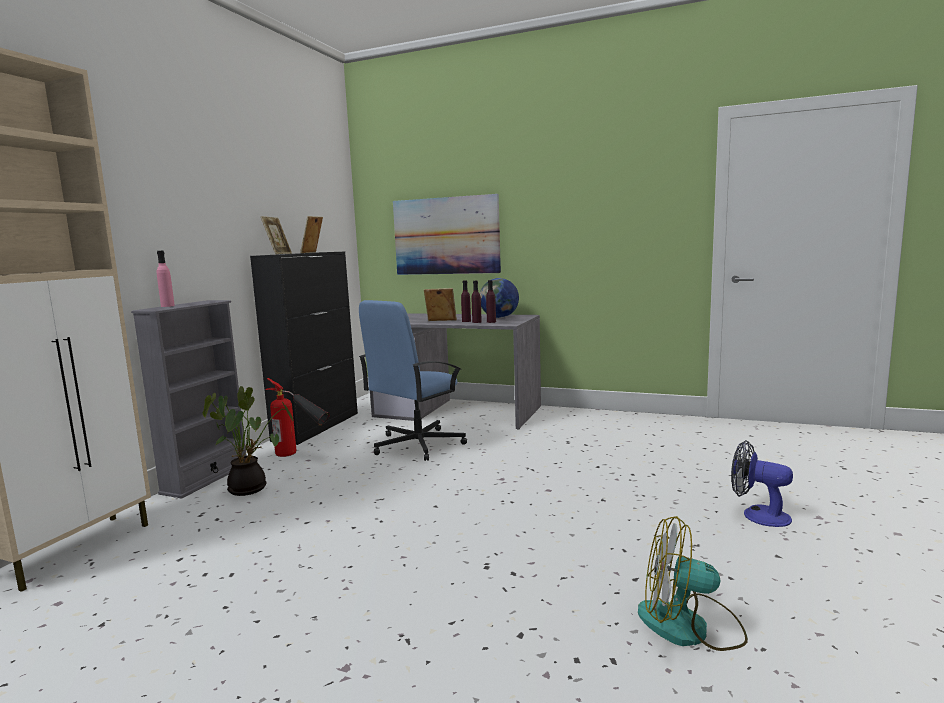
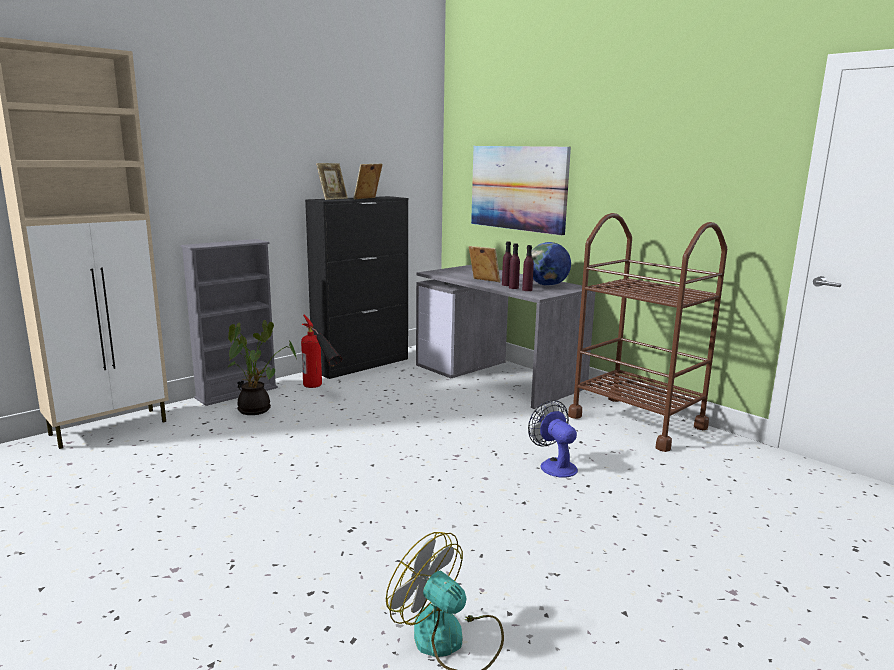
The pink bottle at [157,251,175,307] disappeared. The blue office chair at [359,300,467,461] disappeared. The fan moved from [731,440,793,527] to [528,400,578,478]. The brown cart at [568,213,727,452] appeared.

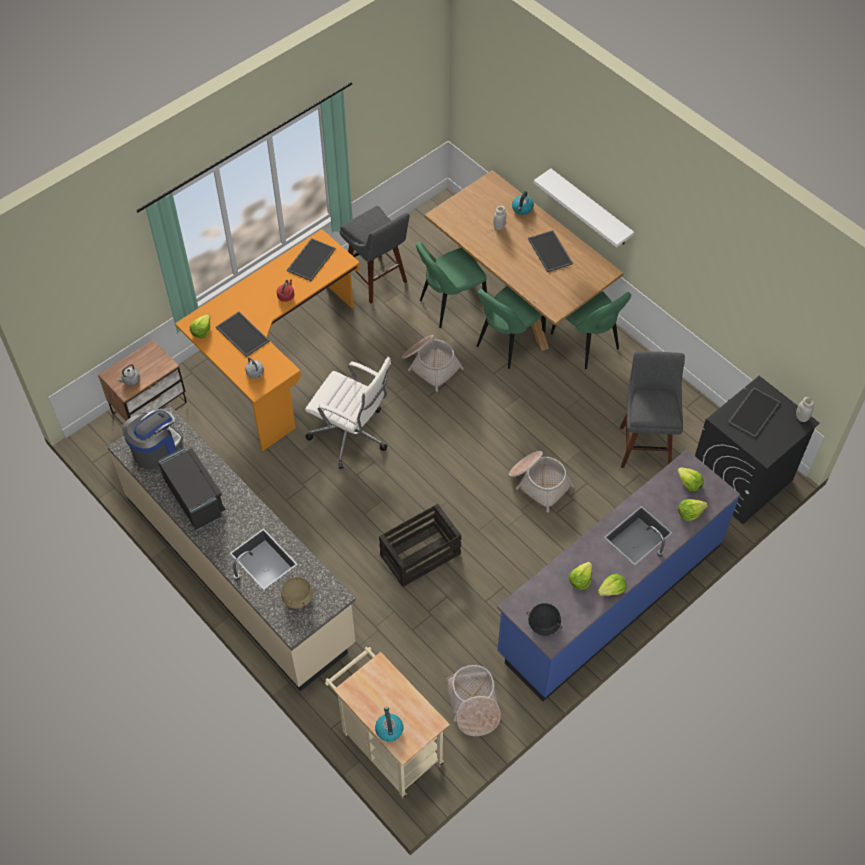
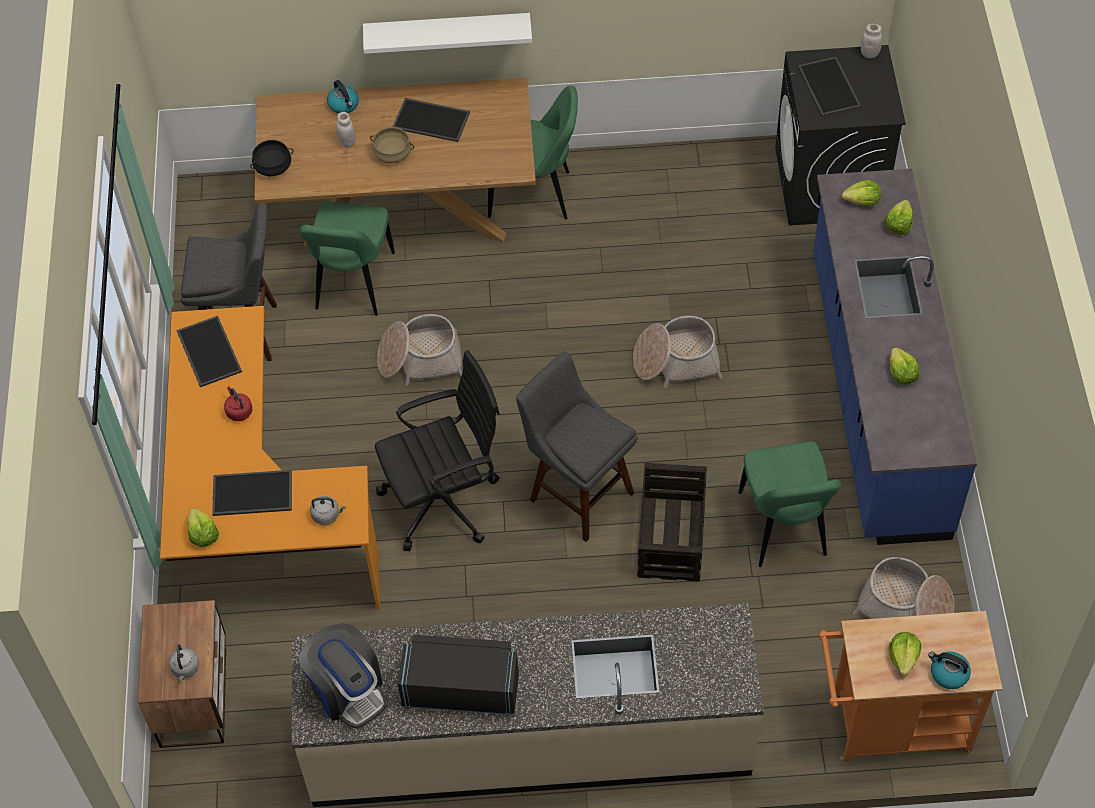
The green chair moved from [476,286,546,369] to [739,441,841,567]. The grey stool moved from [620,351,685,468] to [516,352,638,542]. The white office chair at [305,357,391,469] became the black office chair at [375,350,500,551]. The coffee machine at [122,409,183,469] turned 150 degrees clockwise. The lettuce moved from [597,574,626,596] to [889,632,921,676]. The beige cooking pot moved from [281,575,313,609] to [370,127,414,163]. The black cooking pot moved from [526,603,562,636] to [250,140,293,176]. The beige cart at [325,647,450,798] became the orange cart at [819,611,1003,762].

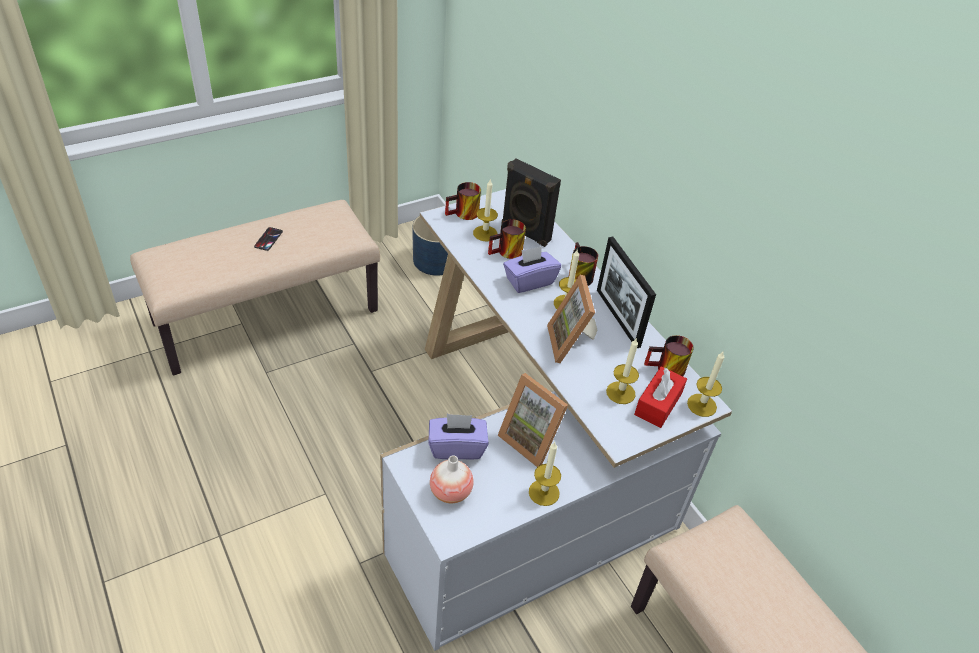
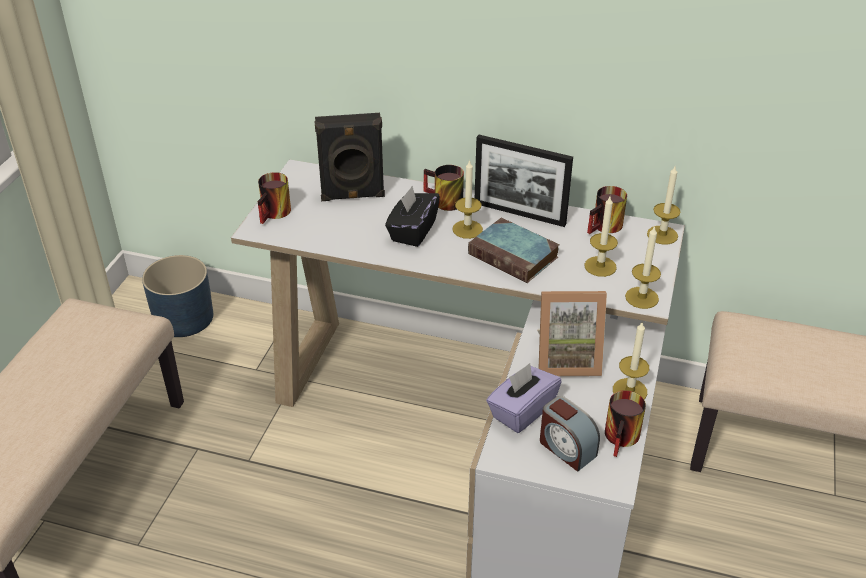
The candle moved from [473,178,498,242] to [625,225,661,309]. The mug moved from [488,219,526,259] to [605,390,646,457]. The phone at [254,227,283,251] disappeared. The purple tissue box at [503,246,561,293] became the black tissue box at [385,186,440,247]. The picture frame at [547,275,597,363] was replaced by the book at [468,218,560,283]. The red tissue box at [634,366,687,428] disappeared. The vase at [430,455,474,503] was replaced by the alarm clock at [540,396,600,472].

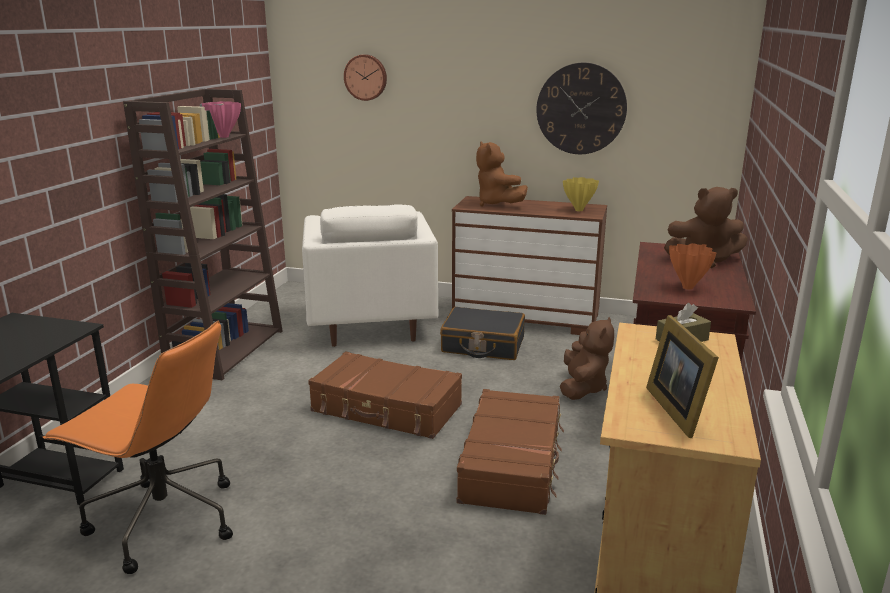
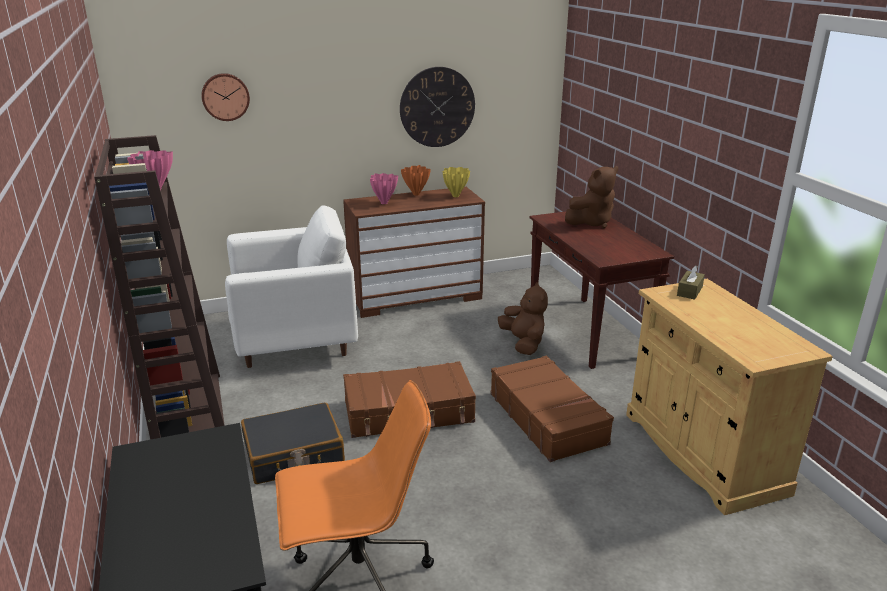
The brown plush toy at [476,142,528,206] was replaced by the pink vase at [370,173,398,204]. The white armchair at [302,204,438,347] turned 60 degrees counterclockwise. The orange vase moved from [669,243,716,290] to [401,165,431,196]. The black suitcase moved from [440,307,525,360] to [241,403,345,484]. The picture frame at [646,315,719,438] disappeared.

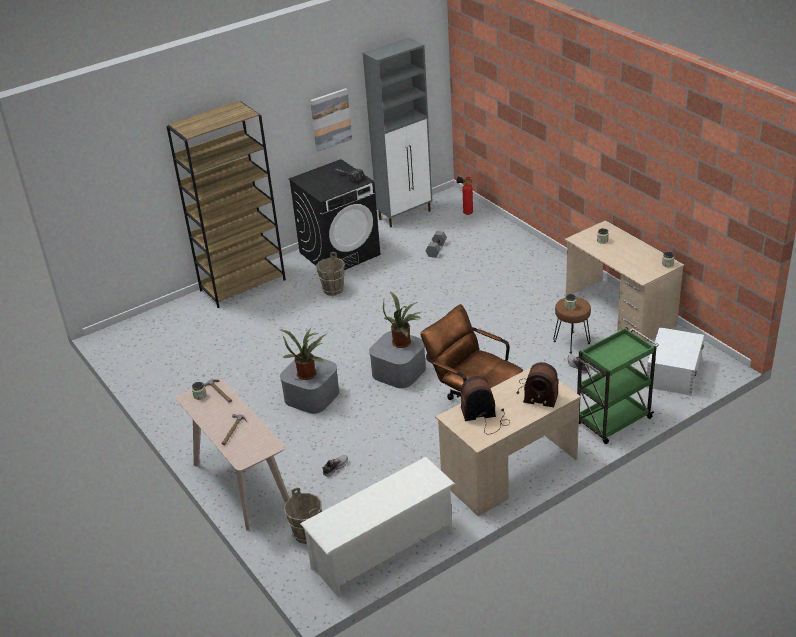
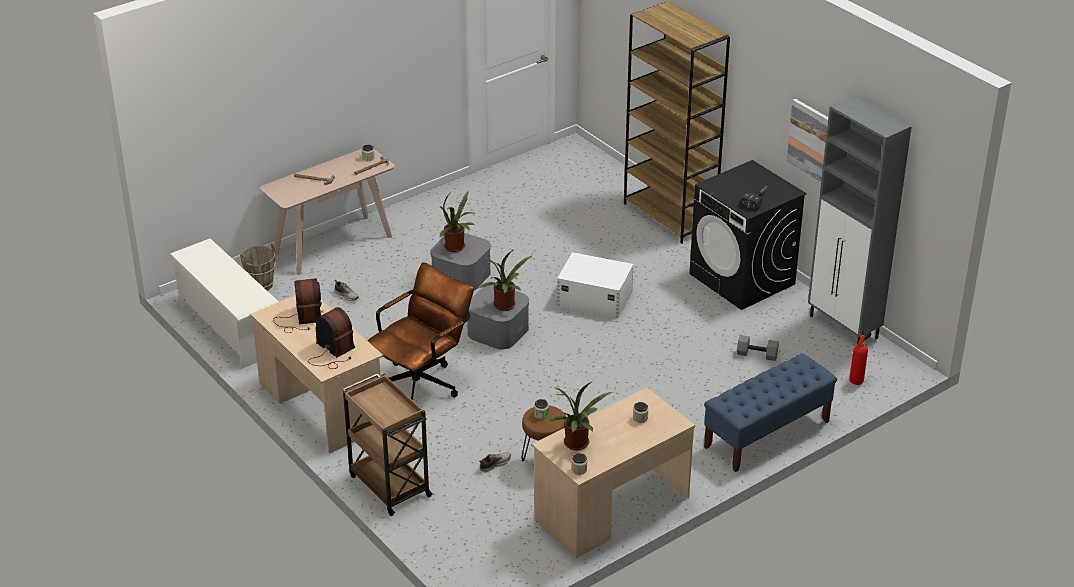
The brown bucket at [316,252,345,296] disappeared. The green cart at [576,327,659,444] became the brown cart at [342,373,433,516]. The white storage box moved from [647,327,704,396] to [557,252,633,319]. The radio at [516,362,558,407] turned 120 degrees clockwise. The blue bench at [704,353,837,472] appeared. The potted plant at [546,381,612,451] appeared.

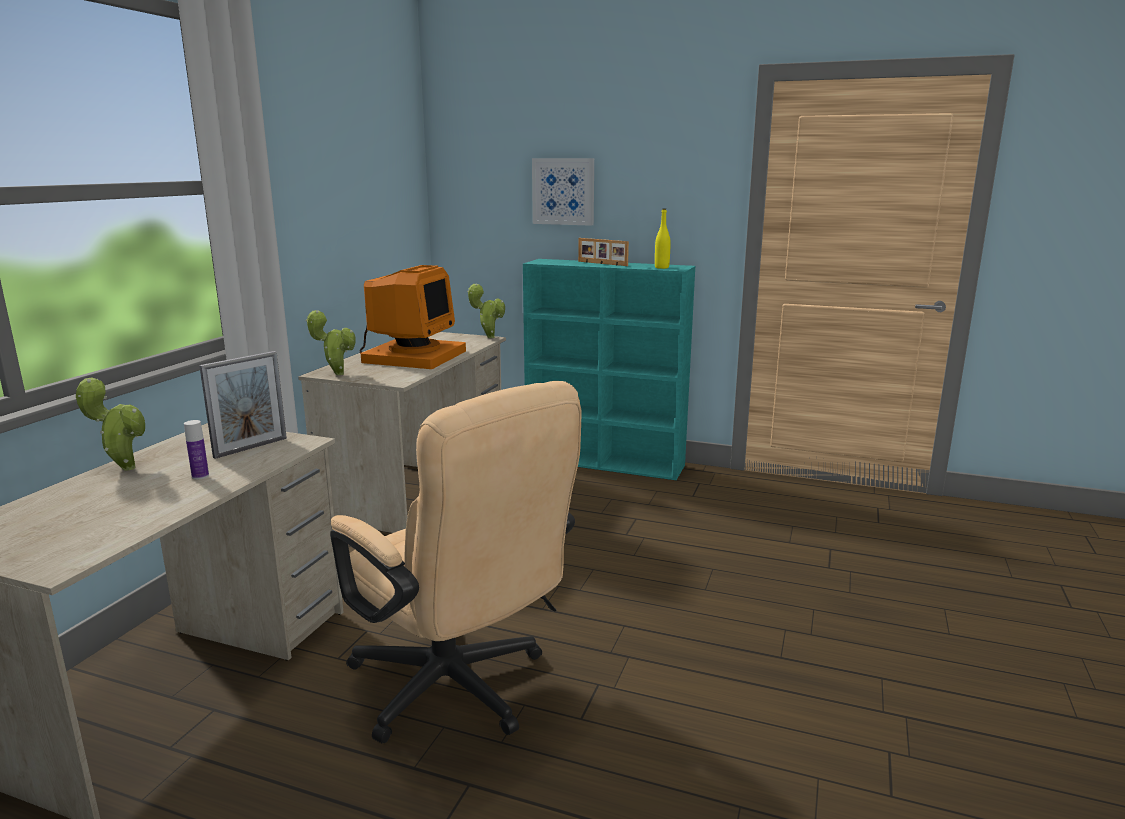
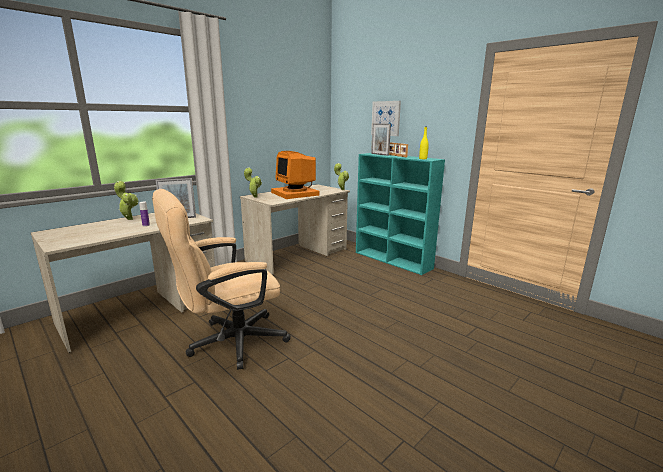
The monitor at [360,265,466,369] turned 105 degrees clockwise. The beige office chair at [330,381,582,743] turned 75 degrees clockwise. The picture frame at [371,123,391,156] appeared.

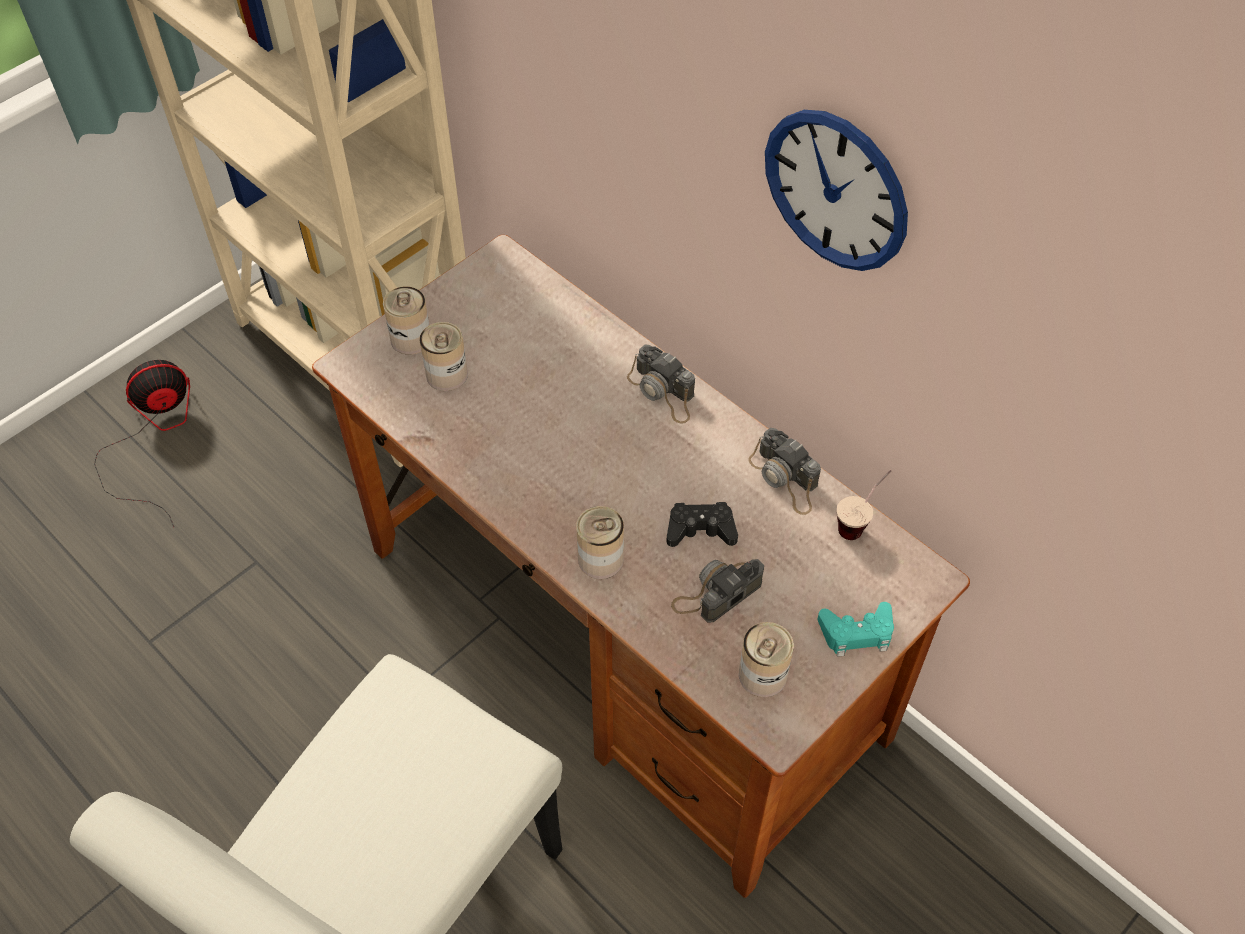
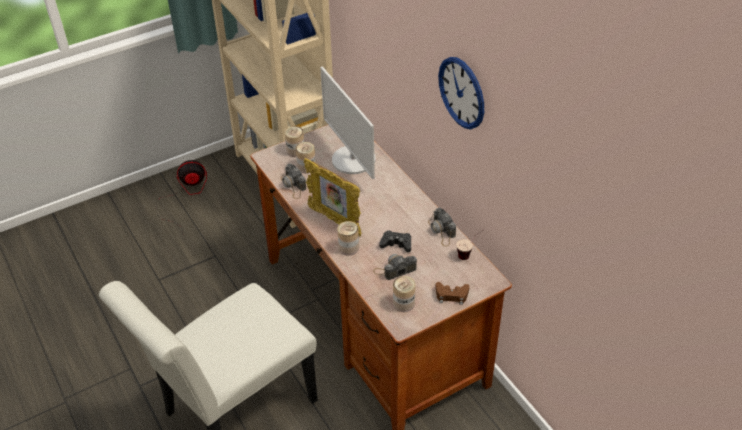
The photo camera moved from [627,345,695,424] to [280,164,306,199]. The turquoise game controller at [818,602,894,657] became the brown game controller at [436,282,470,305]. The monitor at [320,66,376,179] appeared. The picture frame at [304,158,362,237] appeared.

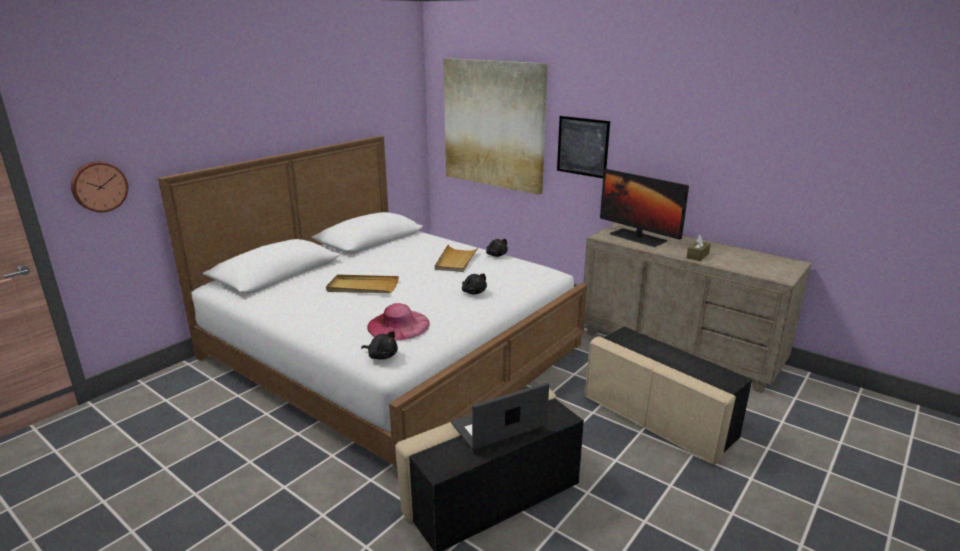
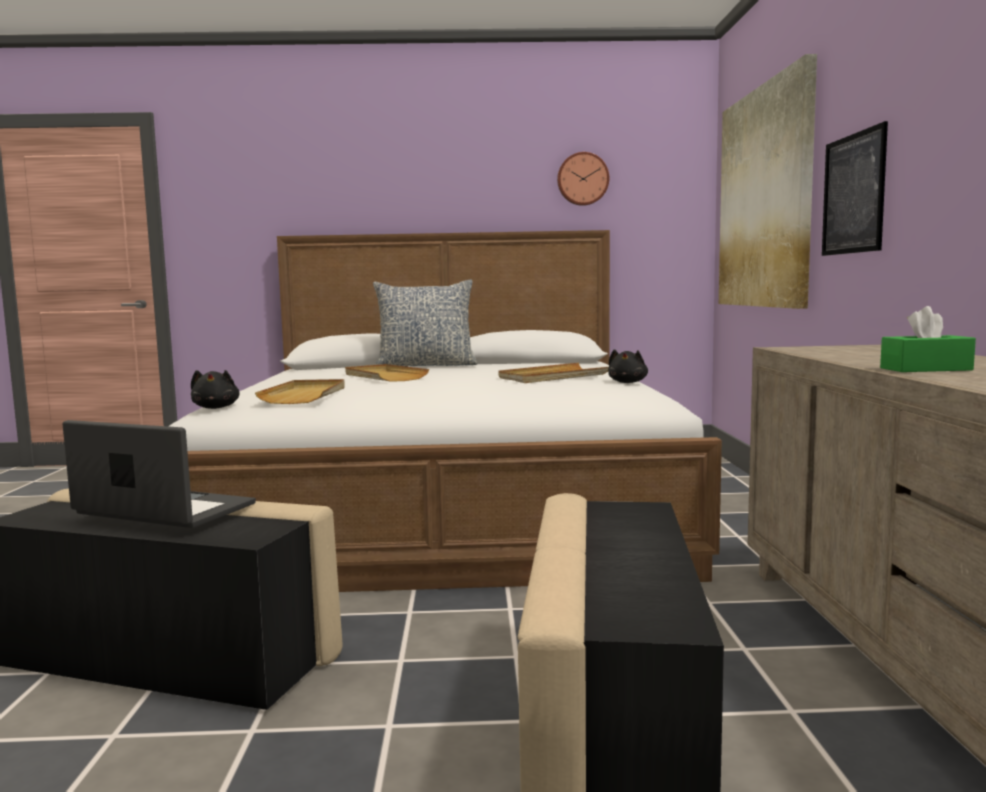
The wall clock moved from [71,162,128,212] to [557,152,609,206]. The monitor at [600,169,689,247] disappeared. The brown tissue box at [687,235,711,261] became the green tissue box at [880,306,976,372]. The black plush toy at [462,274,487,294] disappeared. The pink hat at [367,303,430,340] was replaced by the beige tray at [255,379,345,404]. The pillow at [373,279,477,366] appeared.

